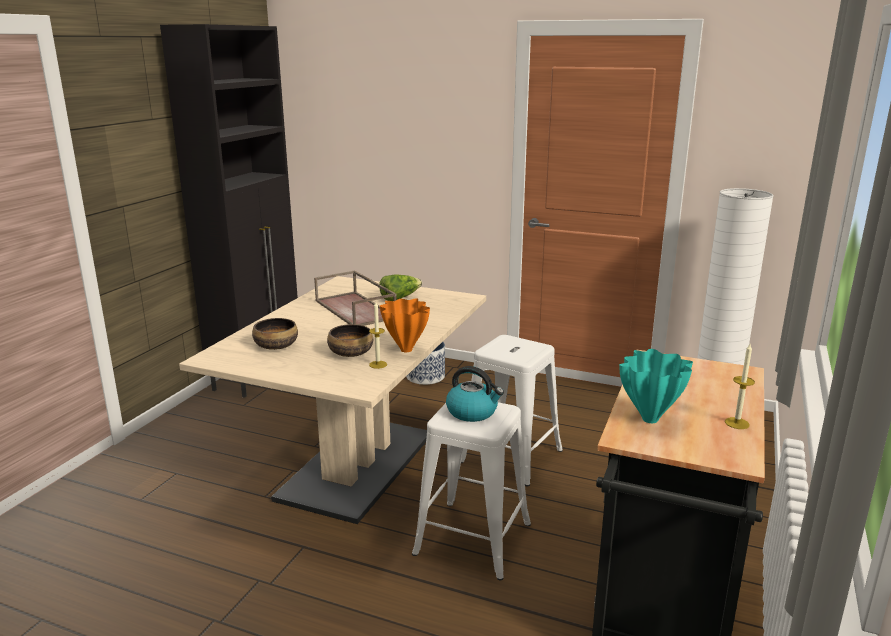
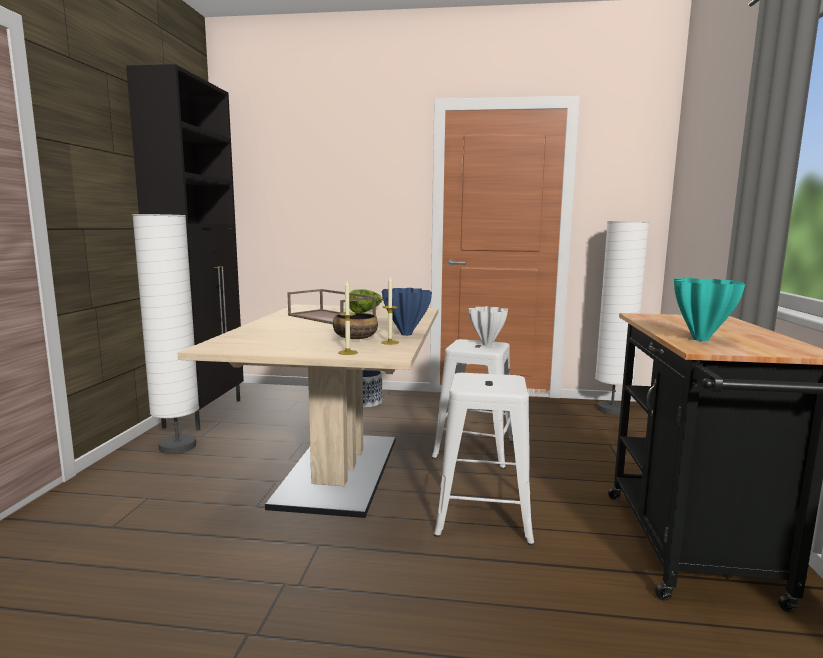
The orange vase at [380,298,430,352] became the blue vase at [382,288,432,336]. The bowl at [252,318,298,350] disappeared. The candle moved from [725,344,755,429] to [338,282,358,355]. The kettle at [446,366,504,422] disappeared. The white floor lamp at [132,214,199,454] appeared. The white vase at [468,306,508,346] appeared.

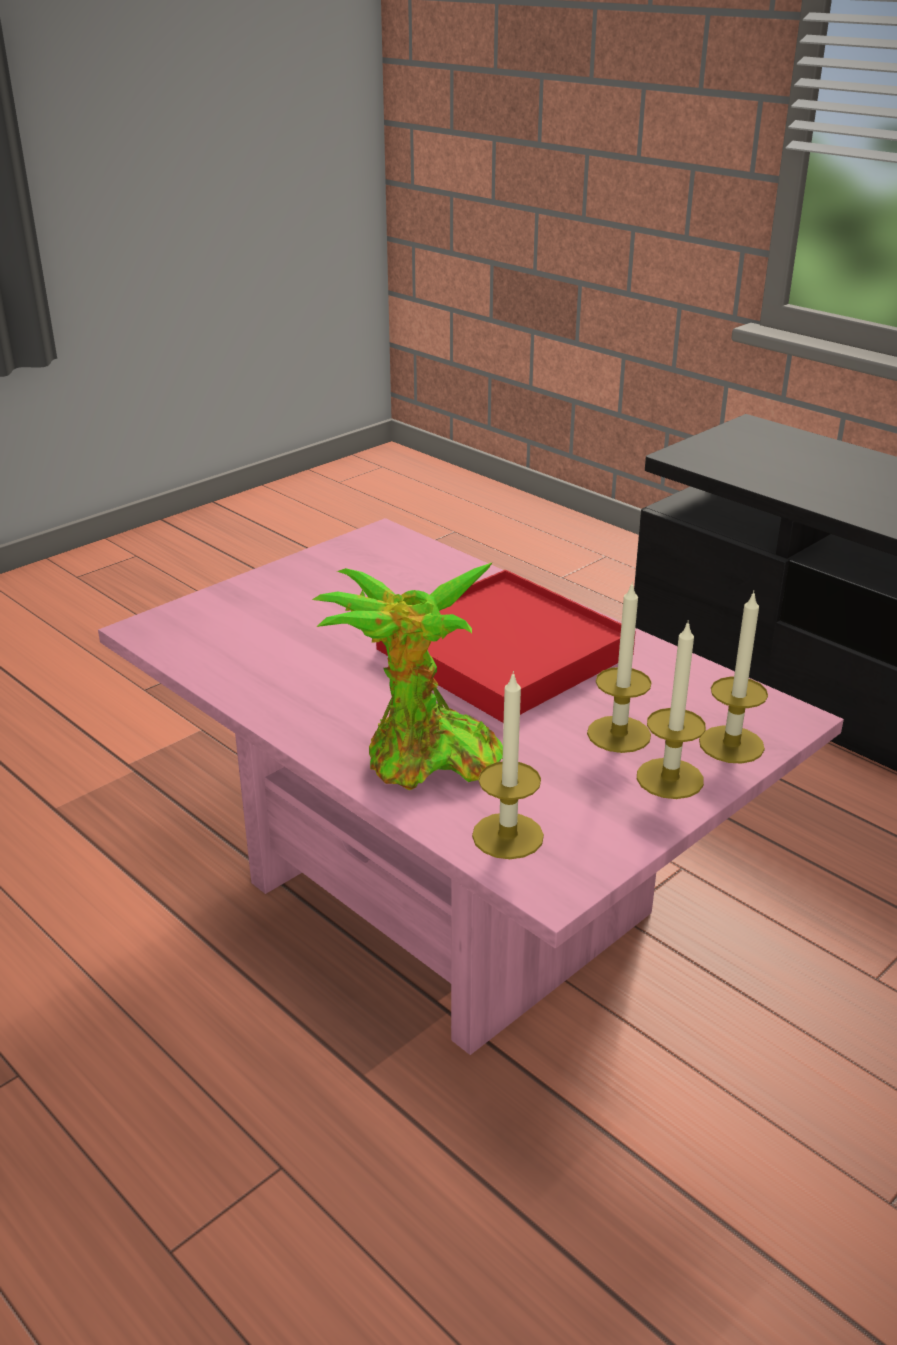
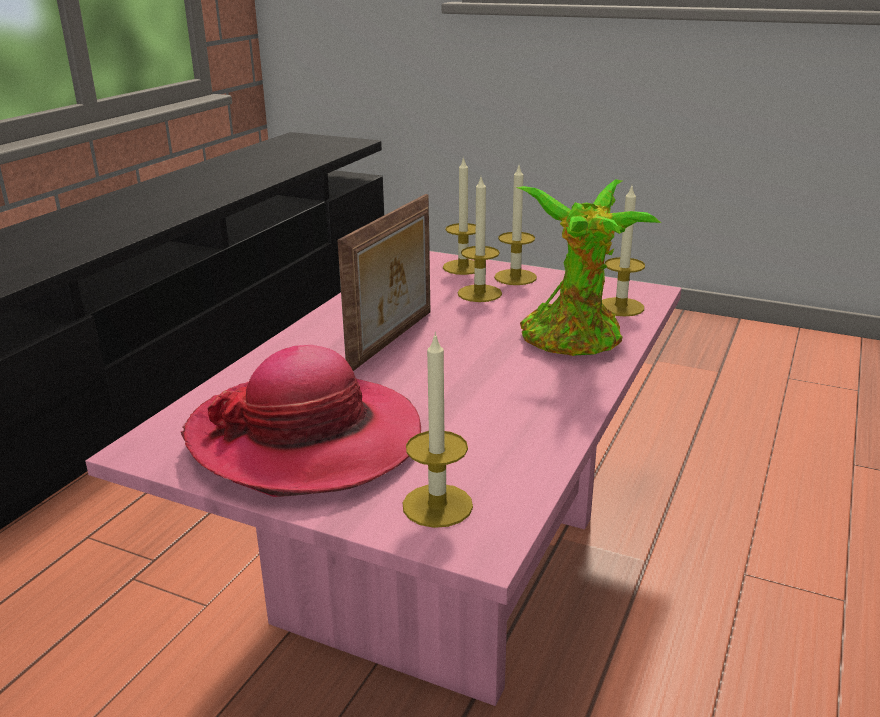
The red tray at [376,570,636,723] was replaced by the picture frame at [338,194,430,371]. The candle at [403,332,473,528] appeared. The hat at [180,345,421,497] appeared.

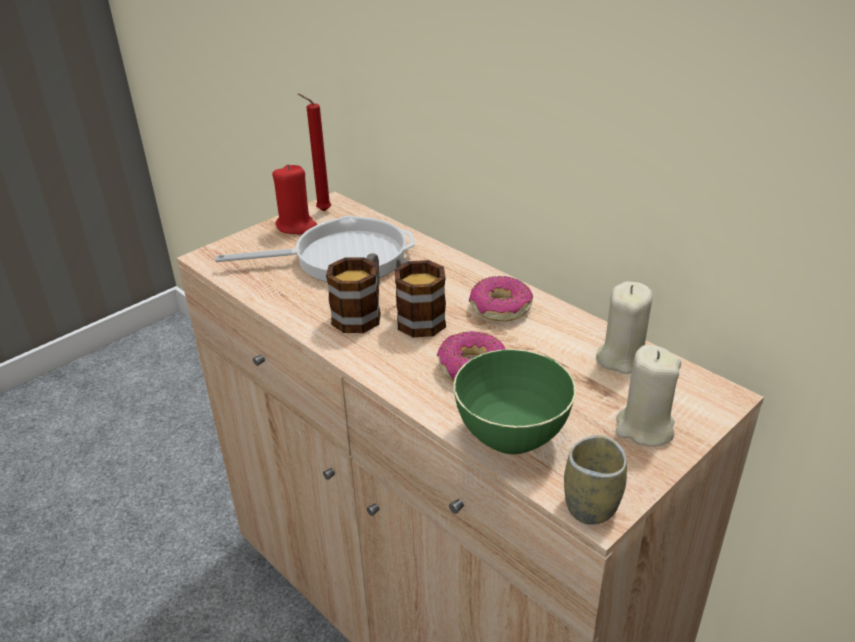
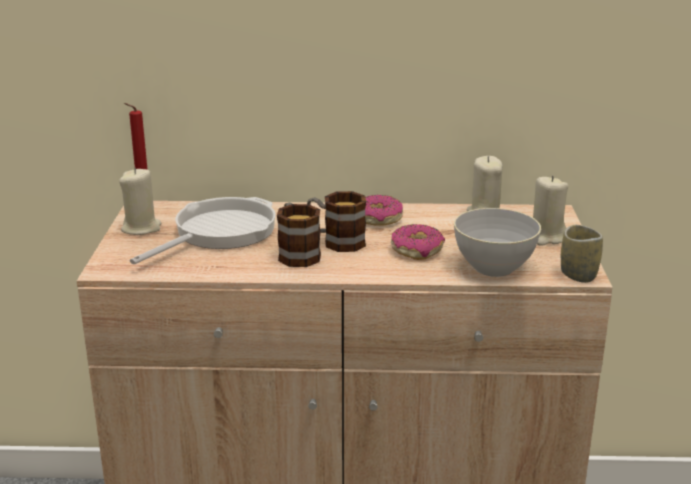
The red candle at [272,164,317,235] became the beige candle at [119,168,162,235]. The green bowl at [453,349,576,454] became the grey bowl at [454,208,541,277].

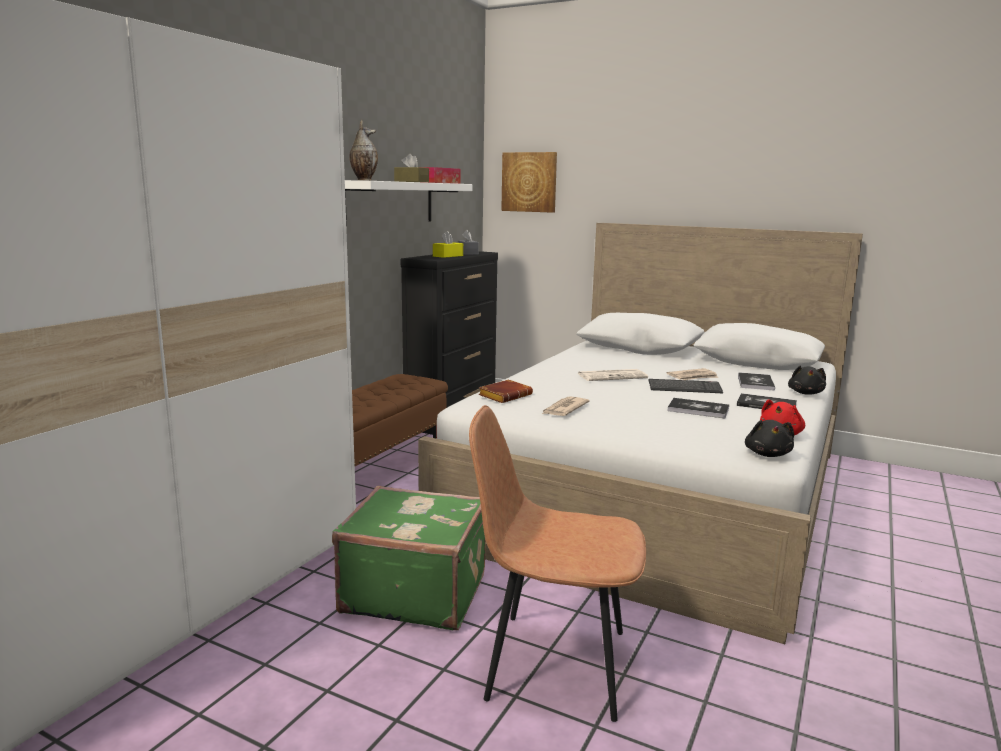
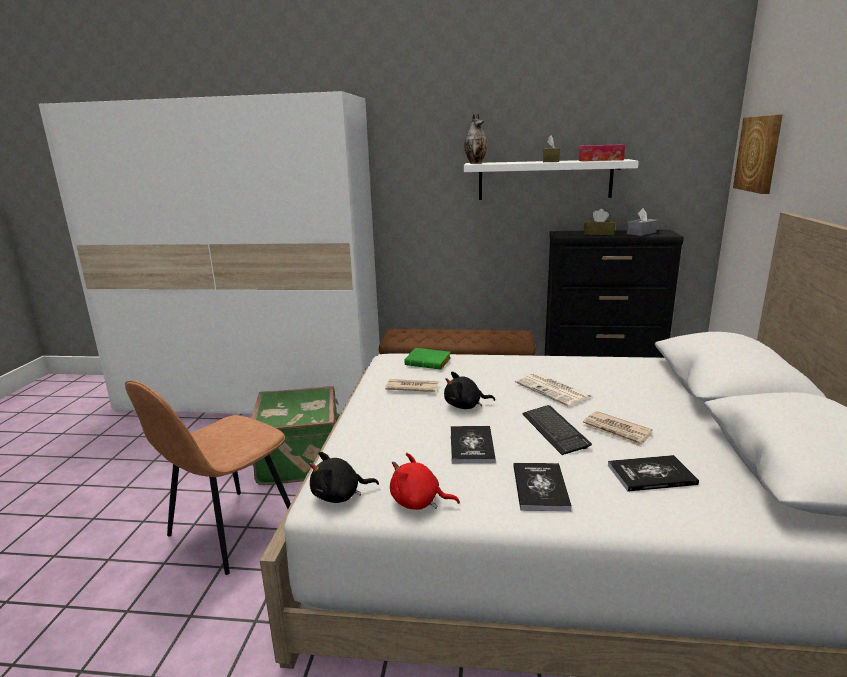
The yellow tissue box at [433,231,463,258] became the brown tissue box at [584,209,615,235]. The black plush toy moved from [788,365,826,395] to [444,372,495,409]. The brown book at [478,380,533,403] became the green book at [404,348,451,370]. The brown chair at [469,405,646,722] turned 135 degrees counterclockwise.

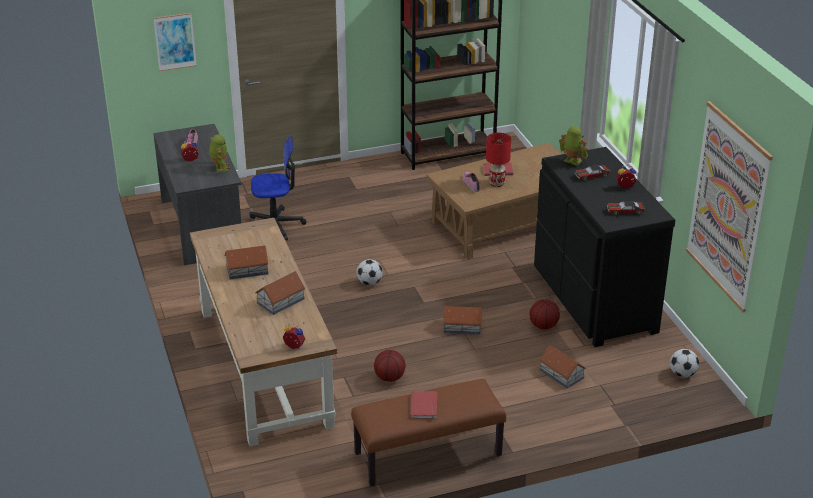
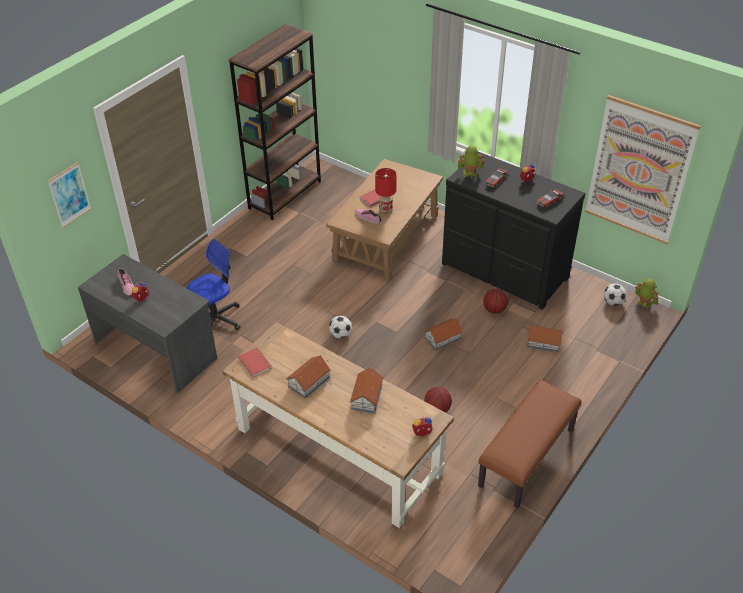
The toy robot moved from [209,135,231,172] to [635,279,659,309]. The red book moved from [410,391,437,419] to [238,348,272,377].

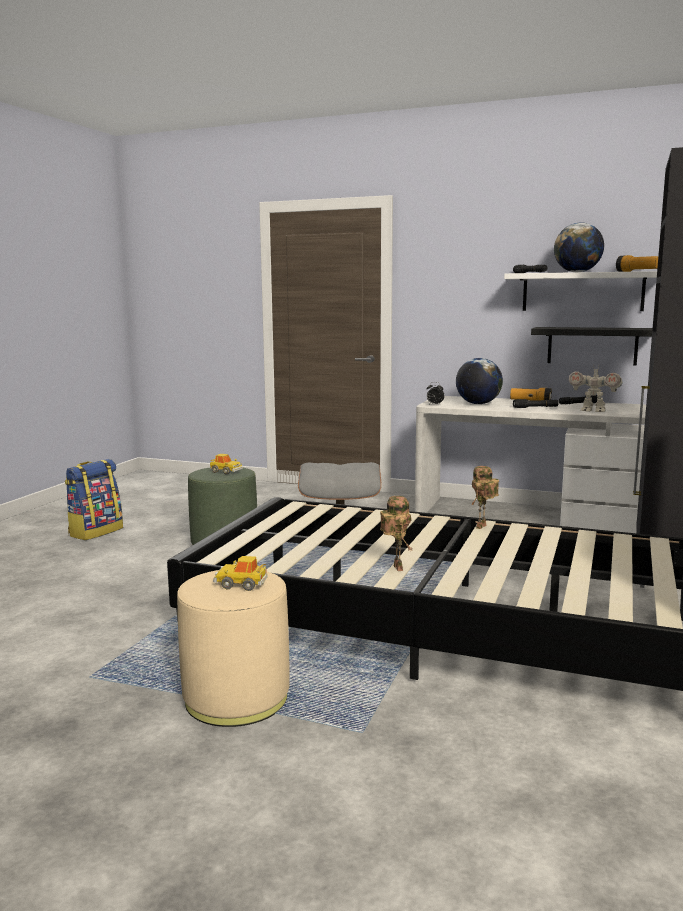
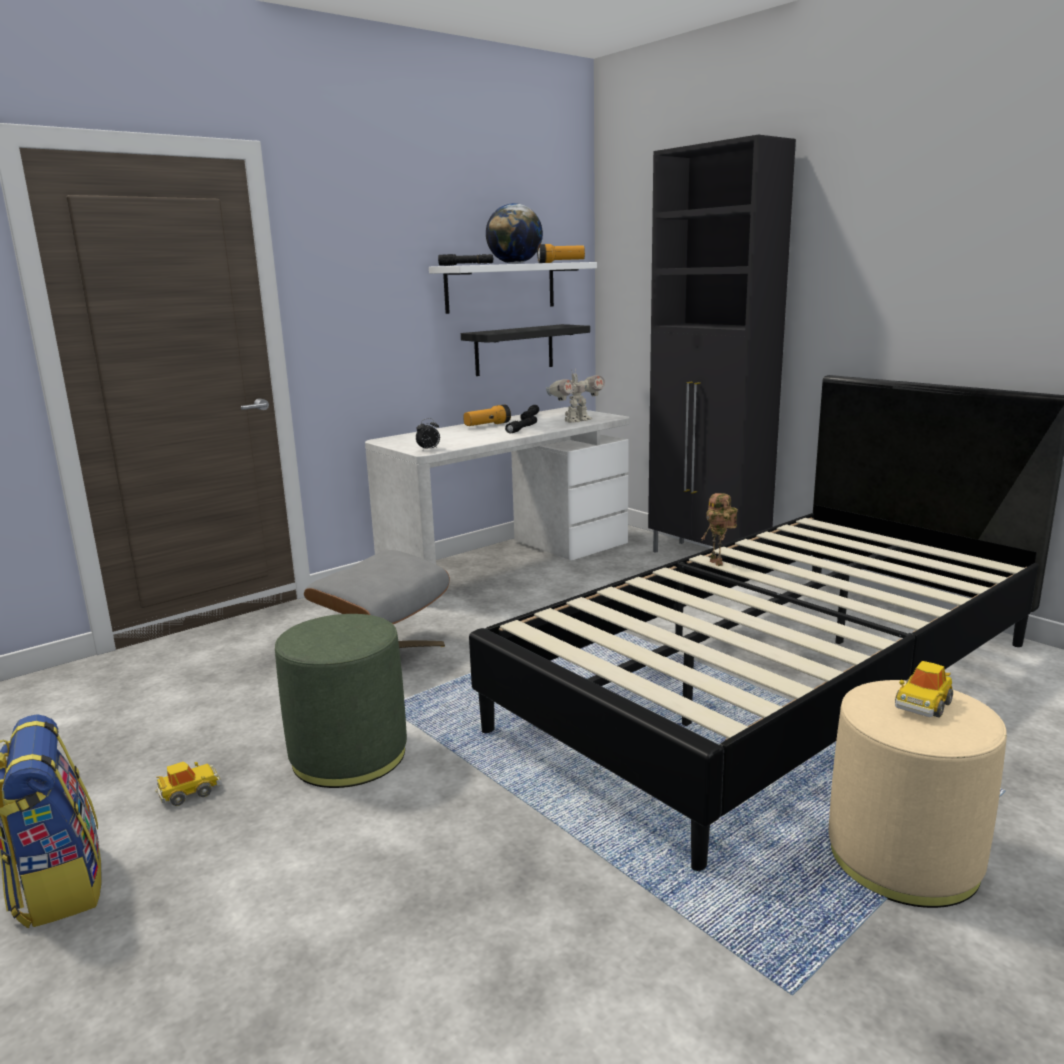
The globe at [456,358,503,404] disappeared. The toy car moved from [210,454,243,474] to [156,762,222,806]. The toy robot at [380,496,413,571] disappeared.

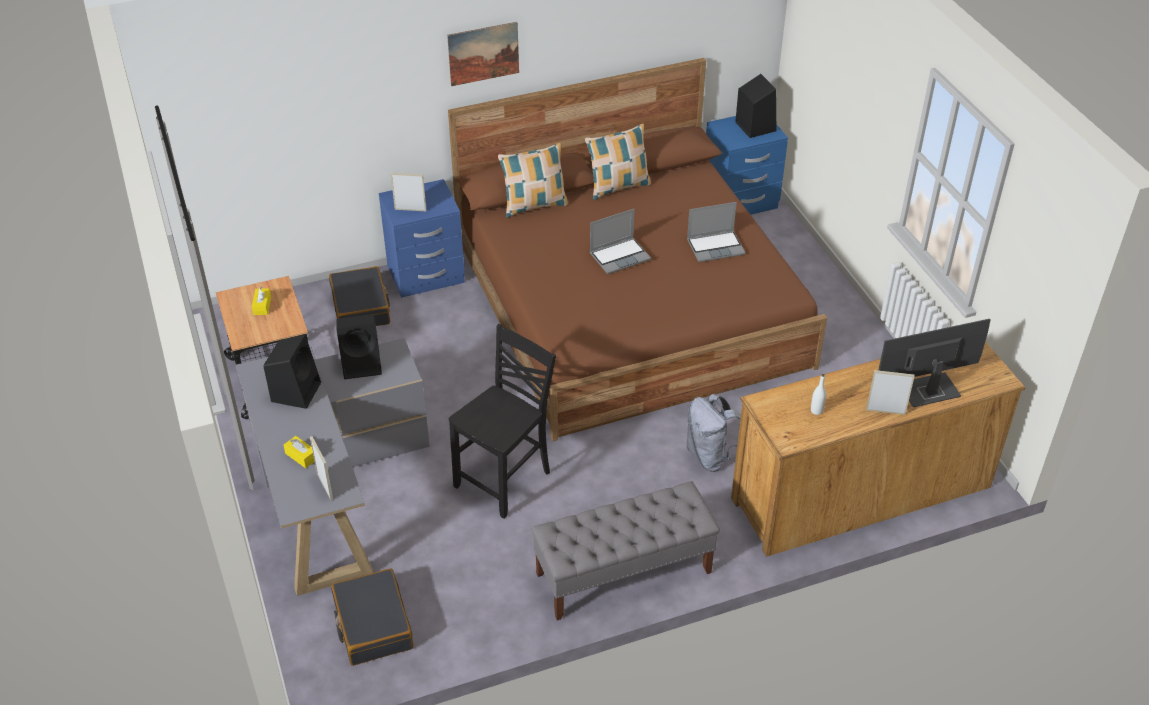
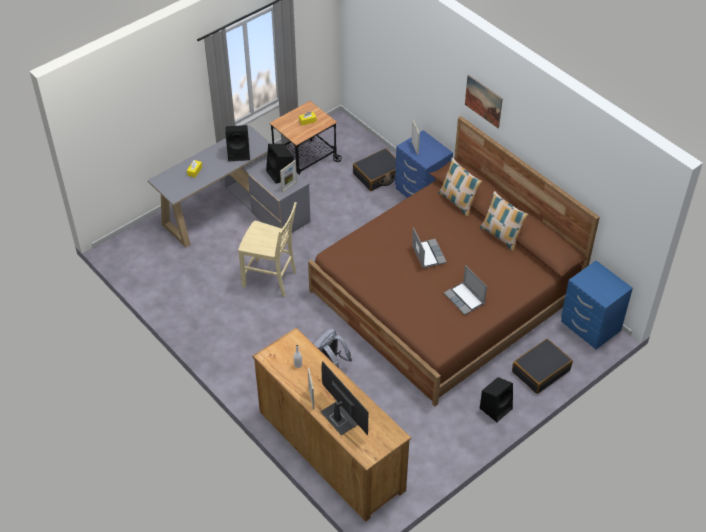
The black speaker moved from [735,74,776,138] to [480,377,513,422]. The laptop at [590,209,651,274] turned 150 degrees counterclockwise. The black chair at [449,324,556,519] became the beige chair at [238,202,297,297]. The picture frame moved from [310,436,333,501] to [280,160,297,192]. The grey bench at [532,481,720,620] disappeared. The black suitcase moved from [331,568,413,666] to [512,339,573,394].

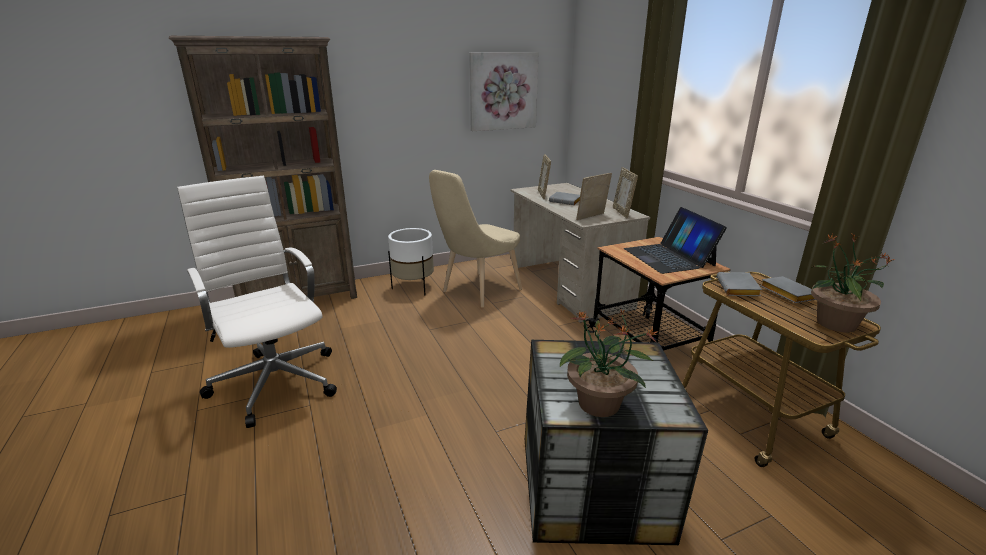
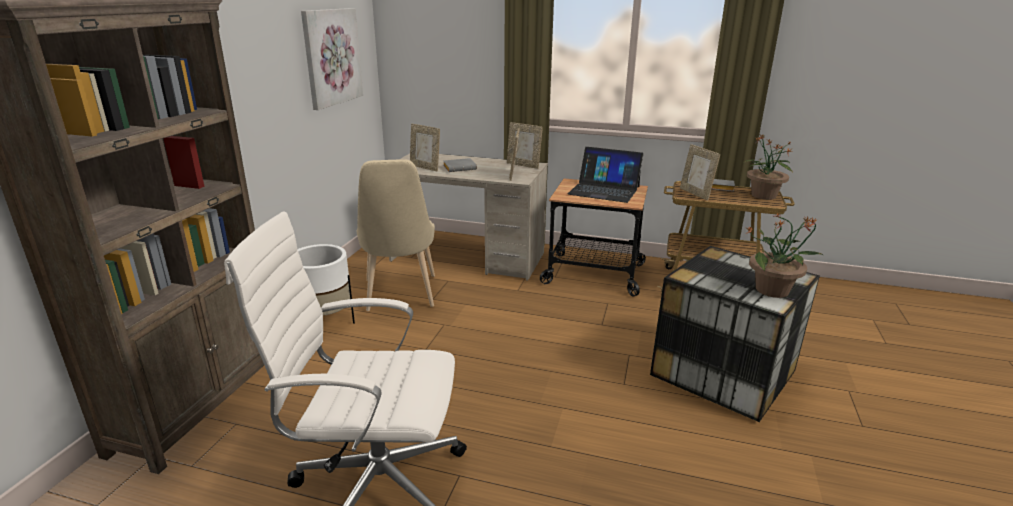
The grey book at [717,272,762,296] was replaced by the picture frame at [680,144,720,200].

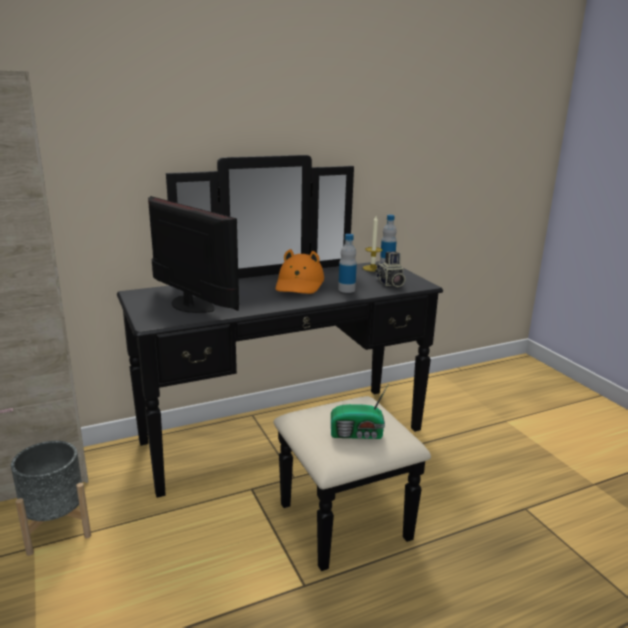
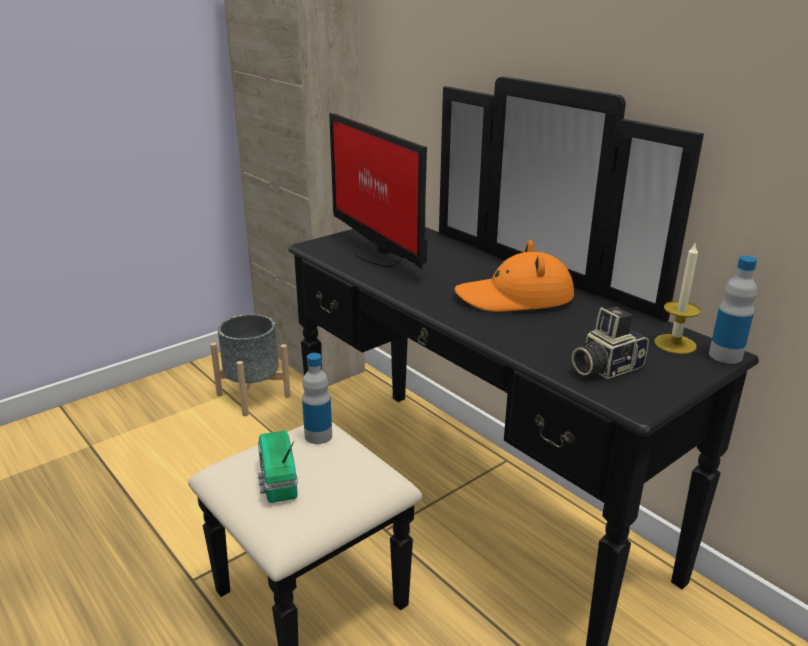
The monitor at [148,196,239,313] turned 120 degrees clockwise. The bottle moved from [338,234,357,293] to [302,353,332,444].

